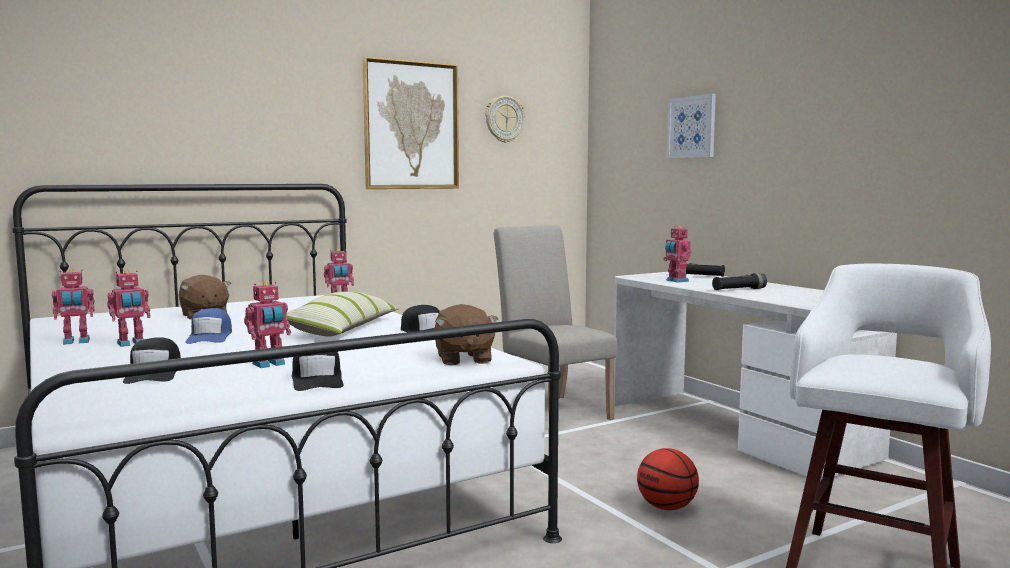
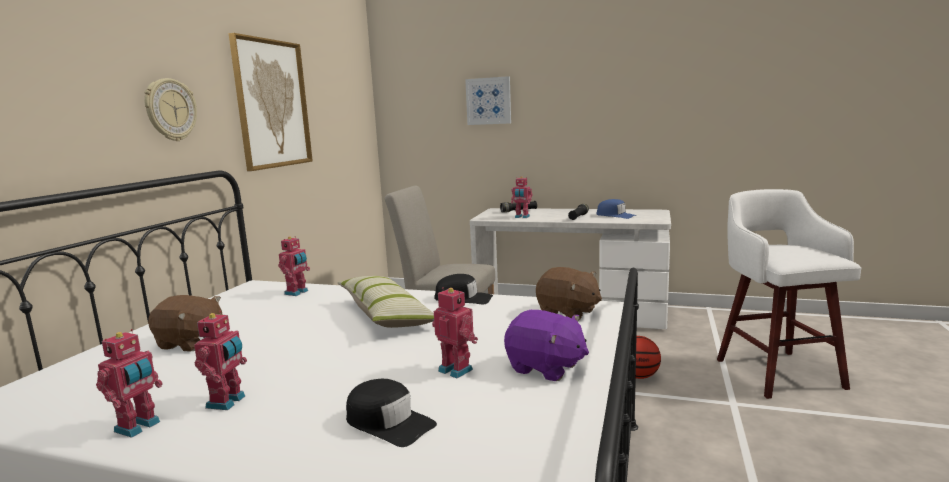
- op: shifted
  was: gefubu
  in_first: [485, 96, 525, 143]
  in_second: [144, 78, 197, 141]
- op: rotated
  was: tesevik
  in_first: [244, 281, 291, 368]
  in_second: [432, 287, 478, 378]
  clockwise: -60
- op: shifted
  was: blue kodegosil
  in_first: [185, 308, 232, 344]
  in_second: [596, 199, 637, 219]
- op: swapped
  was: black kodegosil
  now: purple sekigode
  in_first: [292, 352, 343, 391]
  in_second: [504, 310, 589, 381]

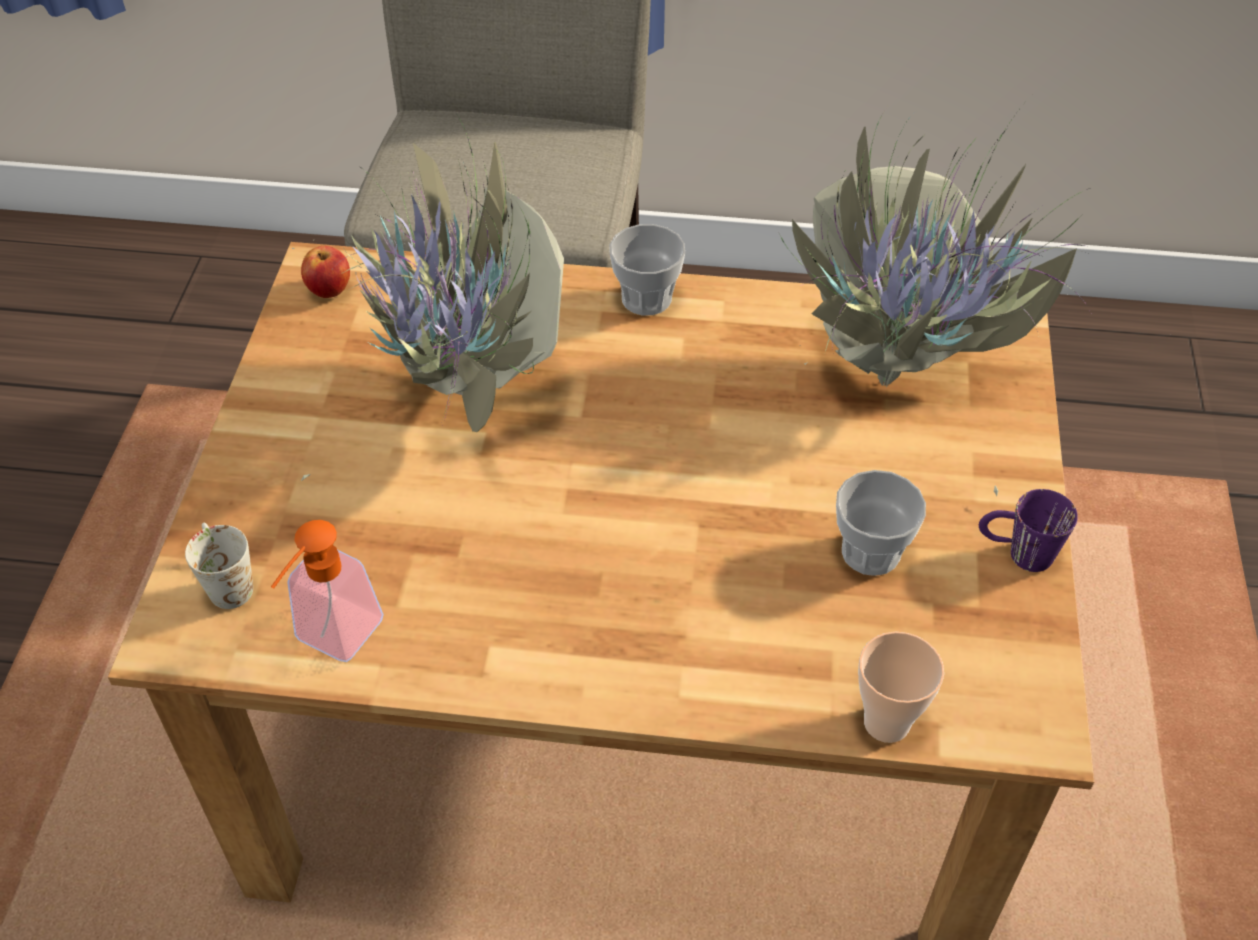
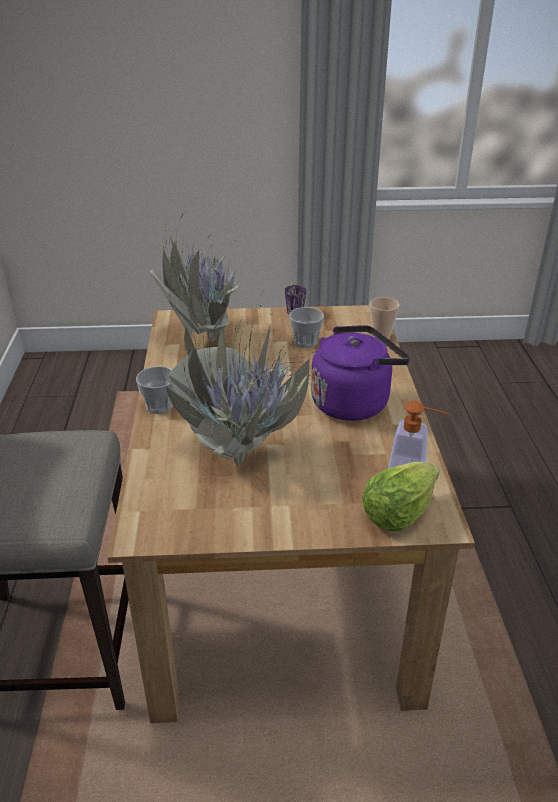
- op: gone
  was: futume
  in_first: [301, 246, 350, 298]
- op: swapped
  was: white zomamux
  now: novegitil
  in_first: [185, 523, 253, 609]
  in_second: [362, 462, 439, 531]
- op: new
  now: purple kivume
  in_second: [311, 325, 410, 421]

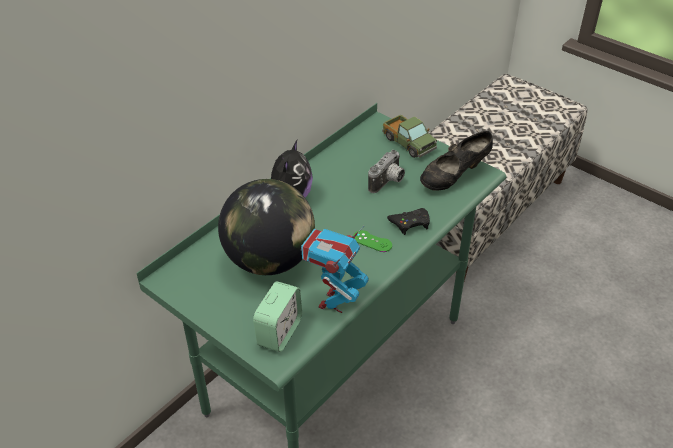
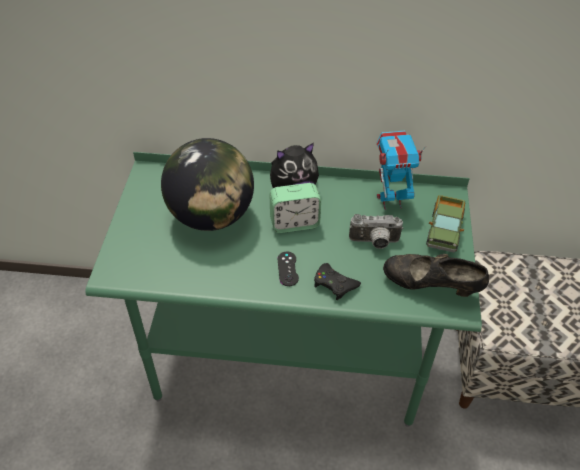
- op: shifted
  was: tesevik
  in_first: [301, 226, 369, 313]
  in_second: [377, 131, 426, 210]
- op: repainted
  was: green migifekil
  now: black migifekil
  in_first: [353, 230, 392, 252]
  in_second: [277, 251, 299, 286]
- op: shifted
  was: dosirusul
  in_first: [253, 281, 302, 352]
  in_second: [270, 183, 321, 233]

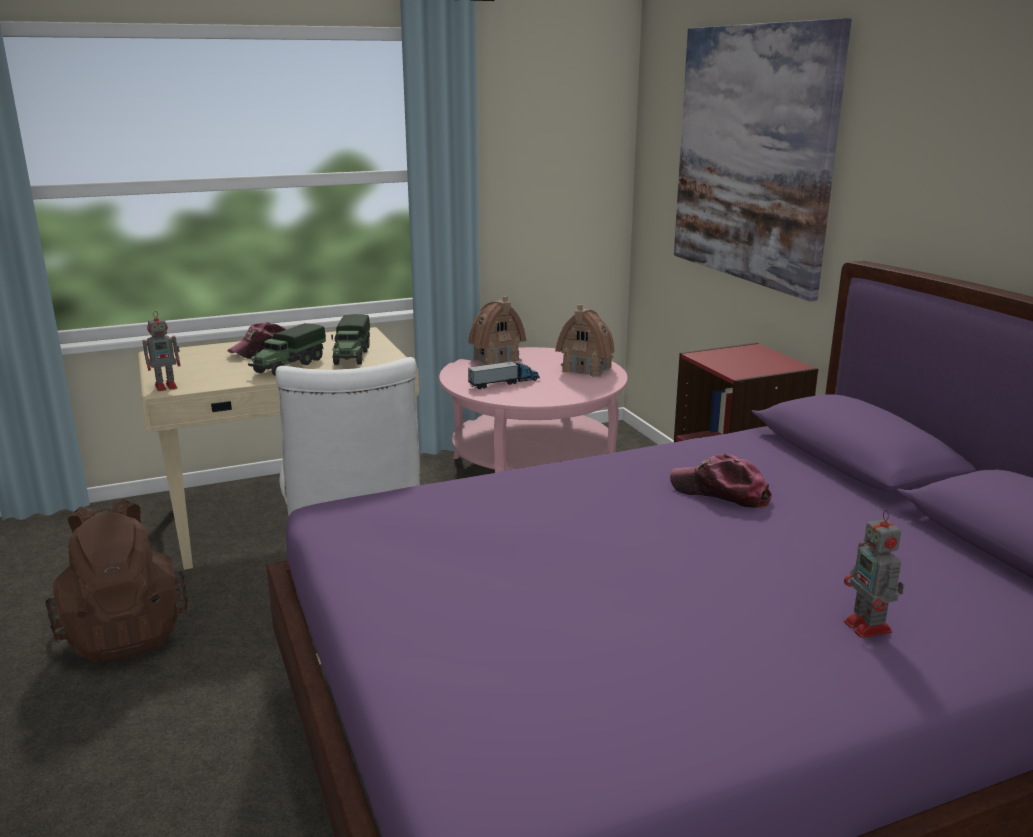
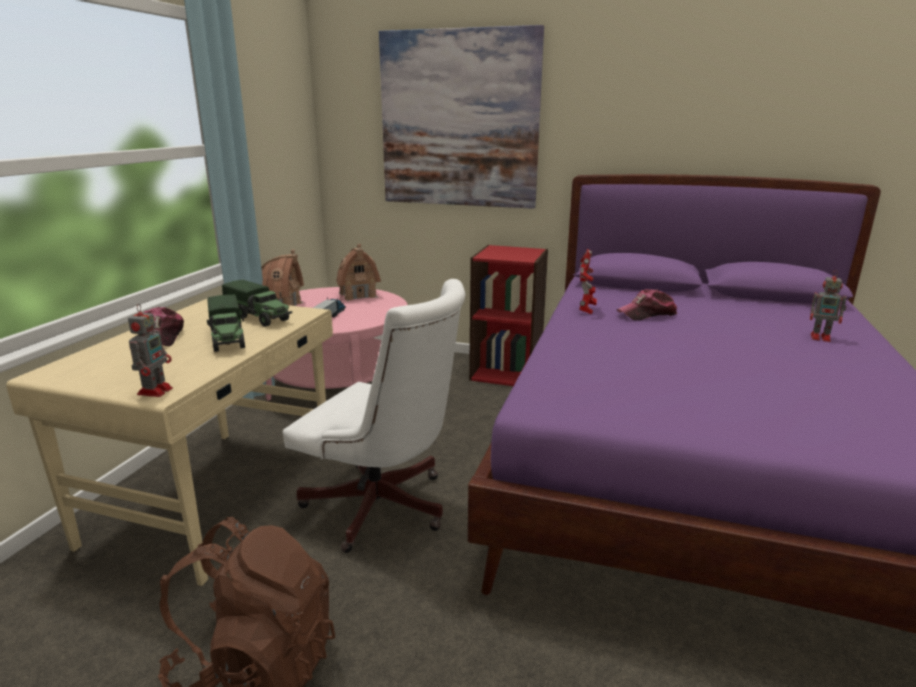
- op: new
  now: tesevik
  in_second: [579, 249, 597, 314]

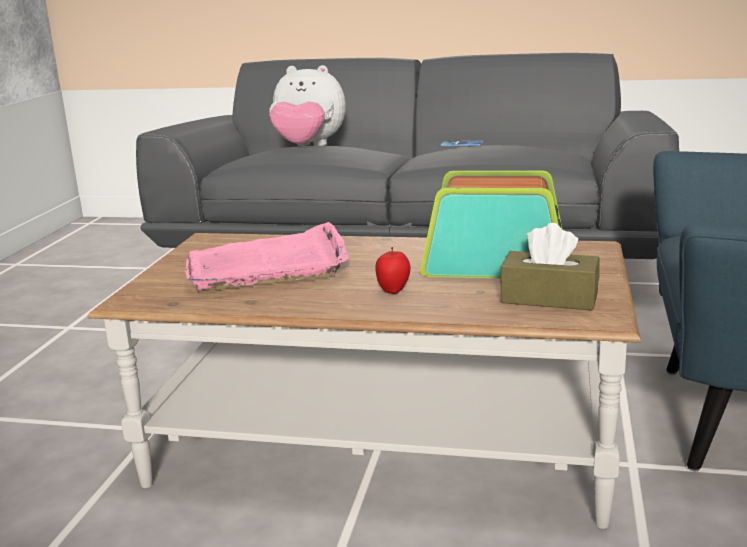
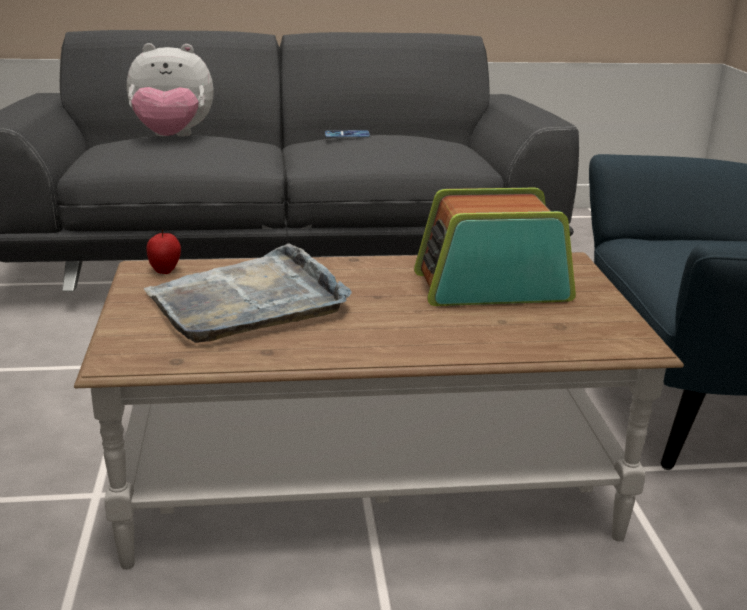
- op: repainted
  was: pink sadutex
  now: grey sadutex
  in_first: [185, 222, 349, 291]
  in_second: [144, 243, 352, 343]
- op: gone
  was: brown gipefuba
  in_first: [500, 223, 600, 310]
- op: shifted
  was: futume
  in_first: [375, 247, 410, 294]
  in_second: [146, 230, 181, 274]

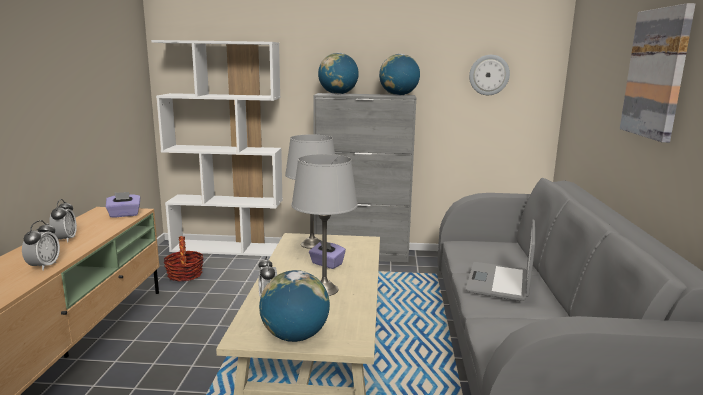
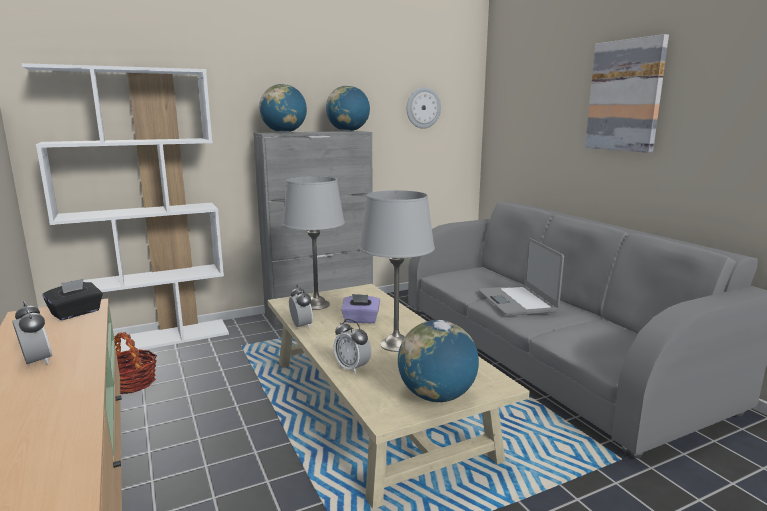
- op: repainted
  was: purple gipefuba
  now: black gipefuba
  in_first: [106, 192, 140, 218]
  in_second: [42, 278, 103, 320]
- op: shifted
  was: dosirusul
  in_first: [22, 220, 60, 271]
  in_second: [289, 284, 313, 329]

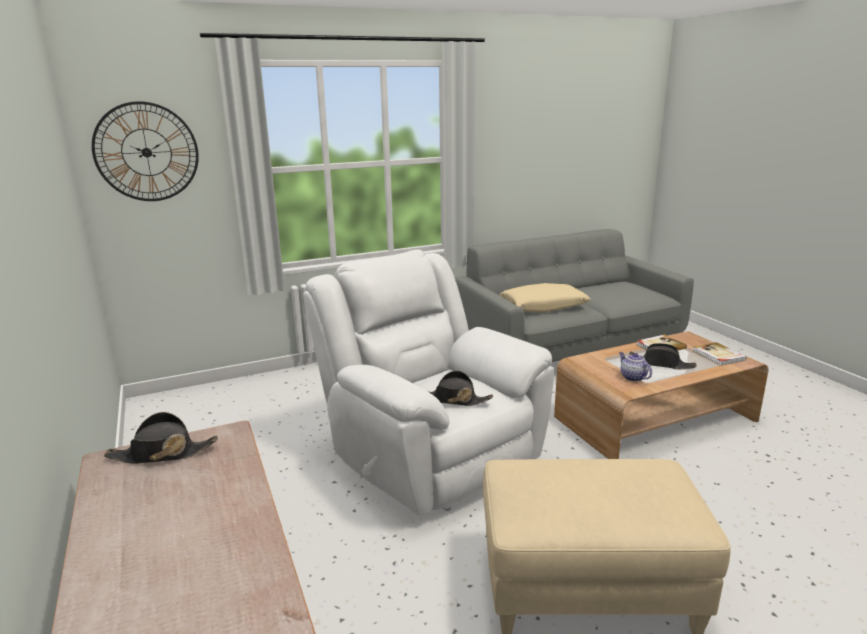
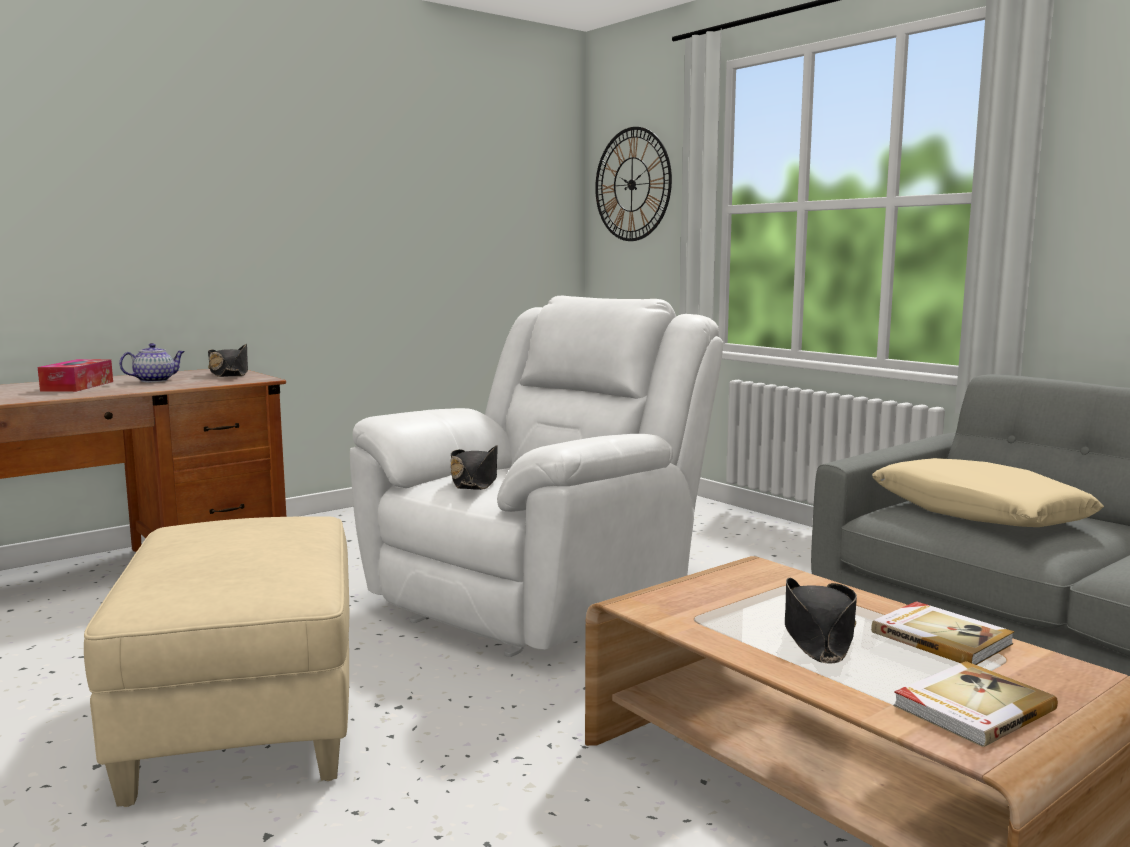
- op: shifted
  was: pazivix
  in_first: [619, 352, 652, 381]
  in_second: [119, 343, 185, 382]
- op: new
  now: gipefuba
  in_second: [38, 359, 113, 392]

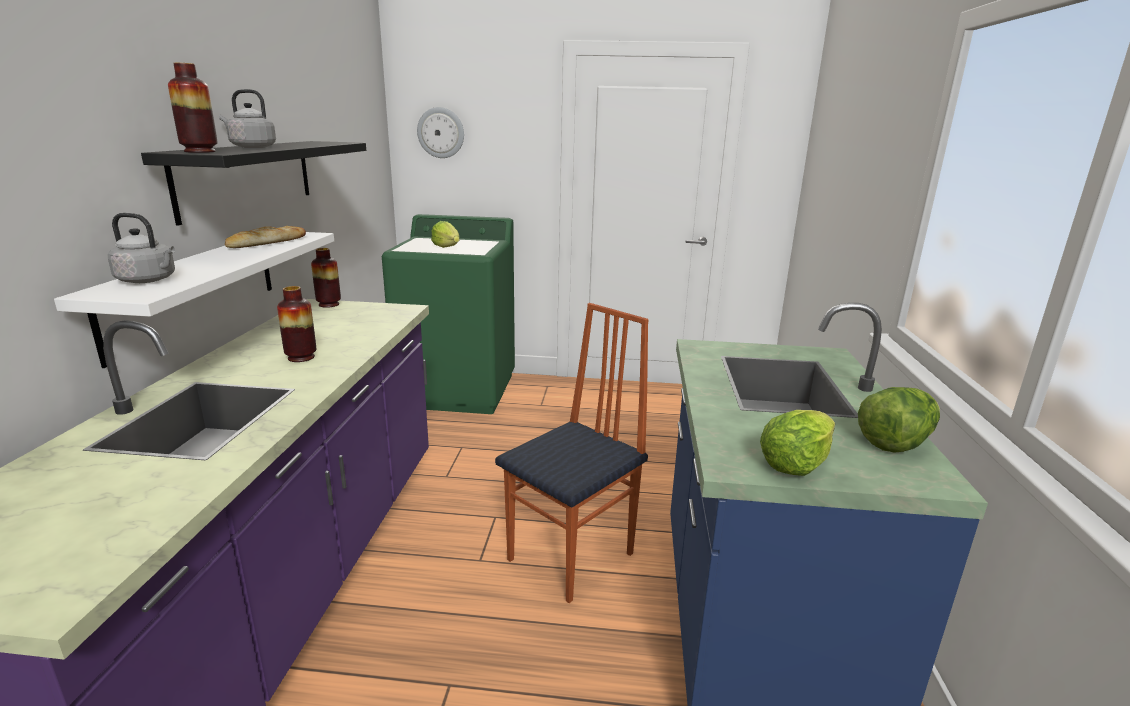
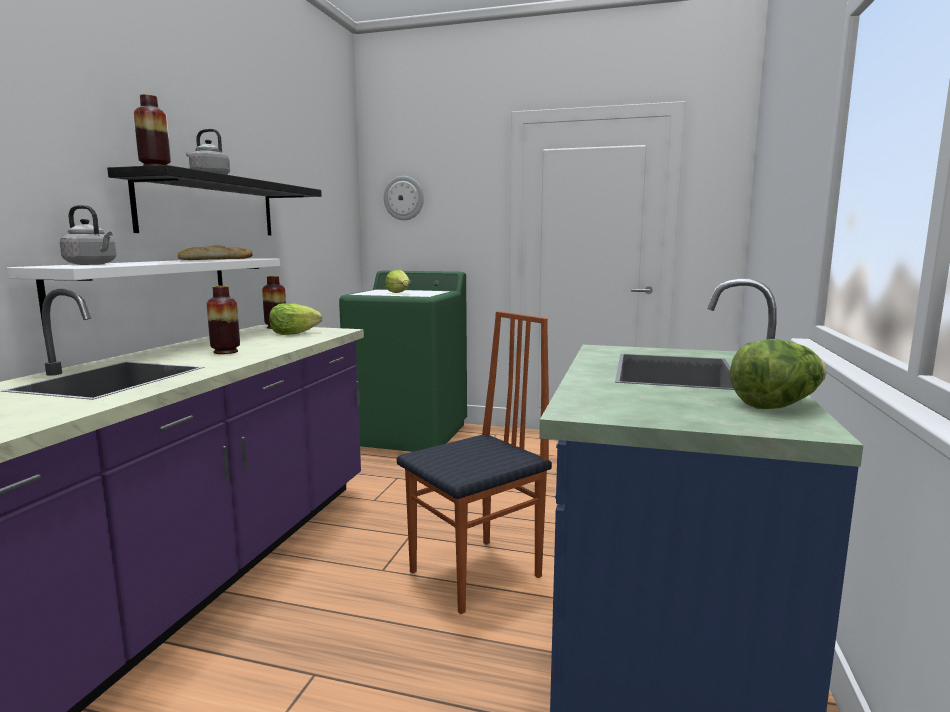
- op: shifted
  was: novegitil
  in_first: [760, 410, 835, 476]
  in_second: [269, 303, 322, 335]

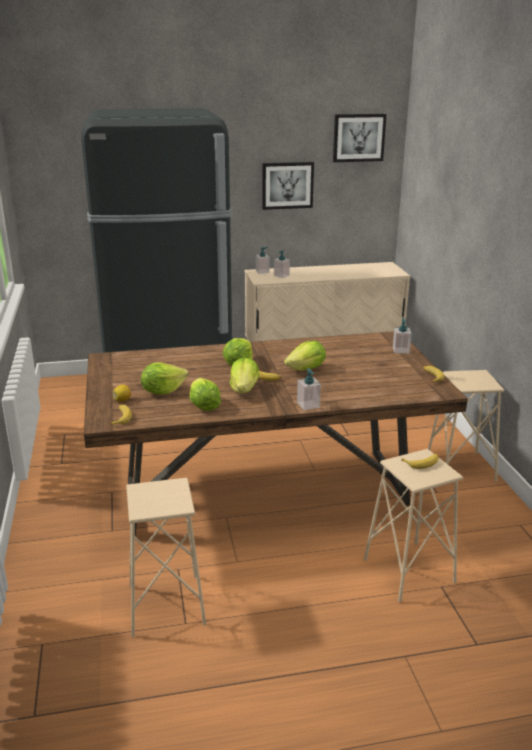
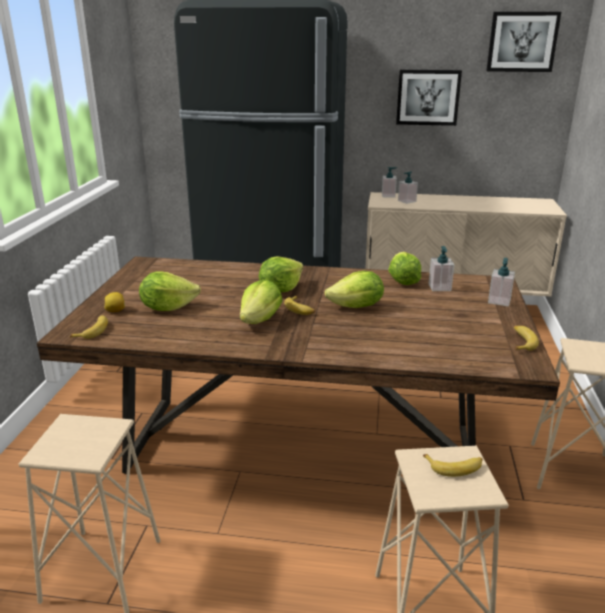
- op: shifted
  was: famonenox
  in_first: [297, 368, 321, 410]
  in_second: [429, 246, 454, 291]
- op: shifted
  was: novegitil
  in_first: [189, 378, 221, 411]
  in_second: [388, 252, 421, 285]

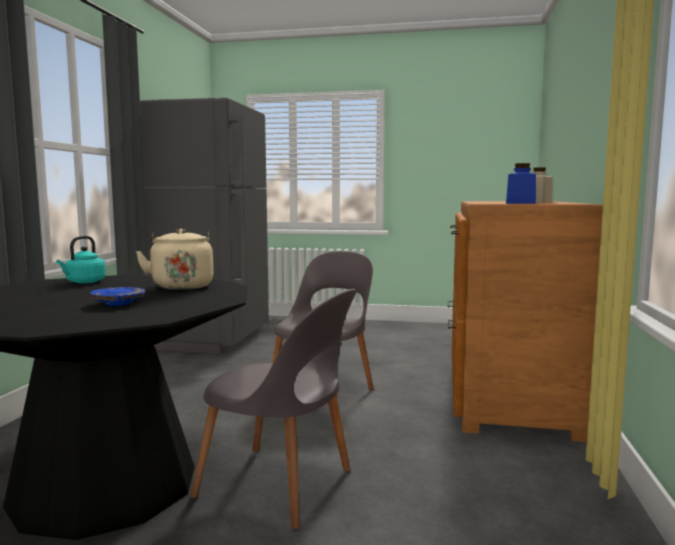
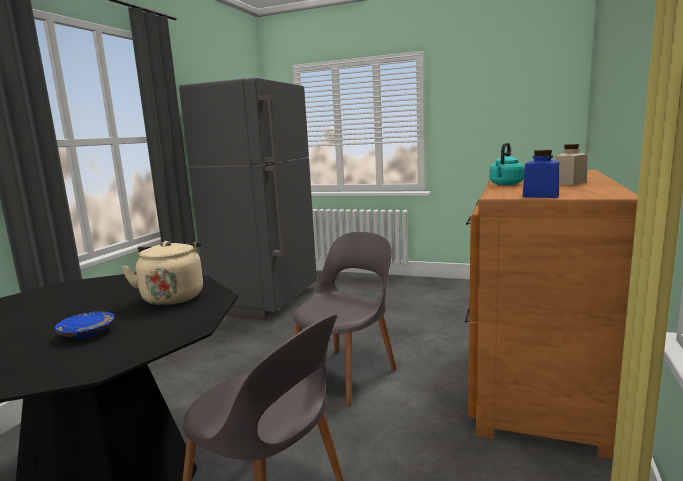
- op: shifted
  was: turquoise kivume
  in_first: [56, 236, 106, 284]
  in_second: [489, 143, 525, 185]

